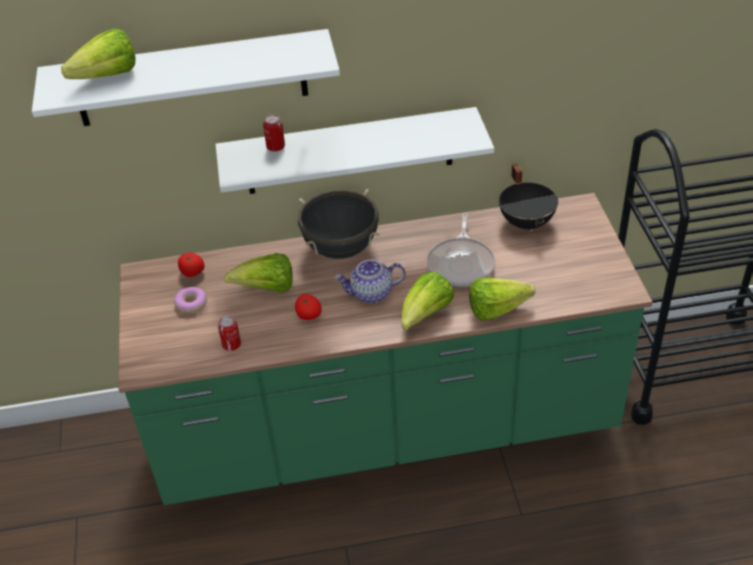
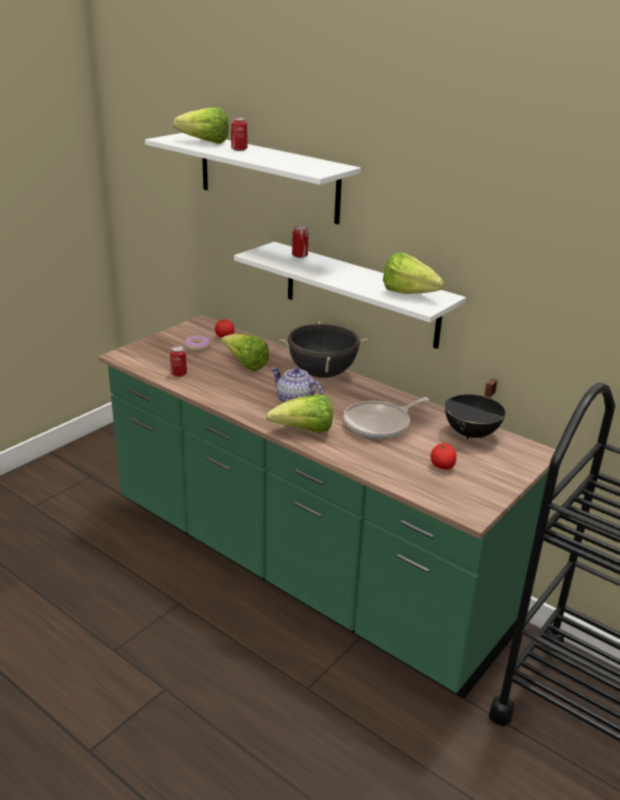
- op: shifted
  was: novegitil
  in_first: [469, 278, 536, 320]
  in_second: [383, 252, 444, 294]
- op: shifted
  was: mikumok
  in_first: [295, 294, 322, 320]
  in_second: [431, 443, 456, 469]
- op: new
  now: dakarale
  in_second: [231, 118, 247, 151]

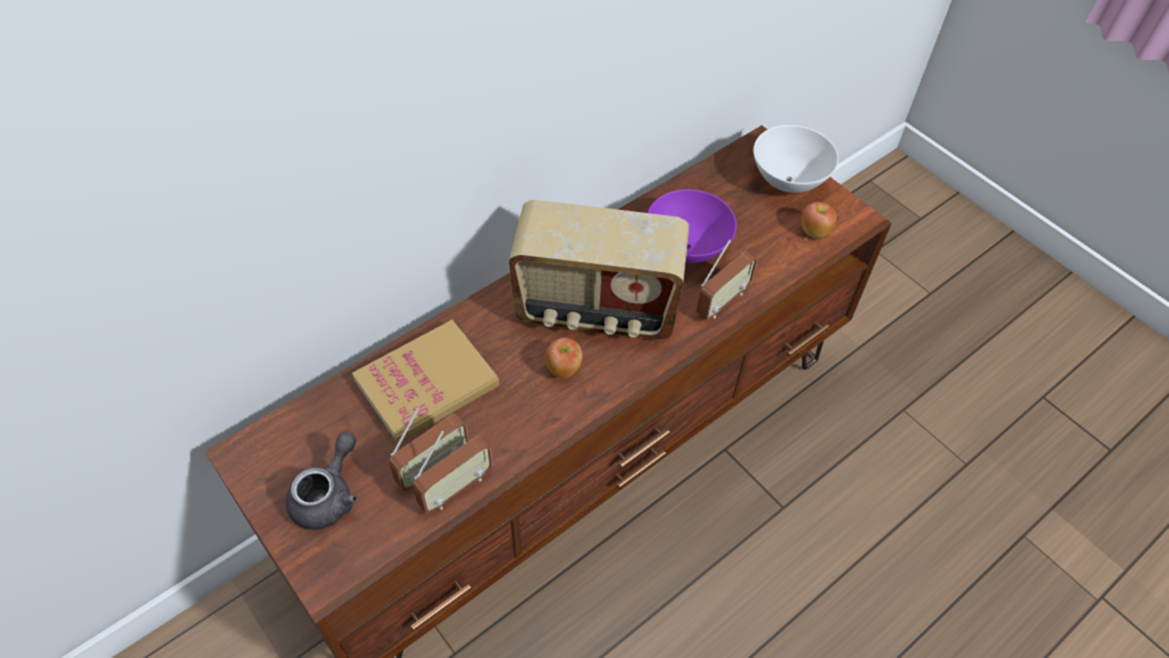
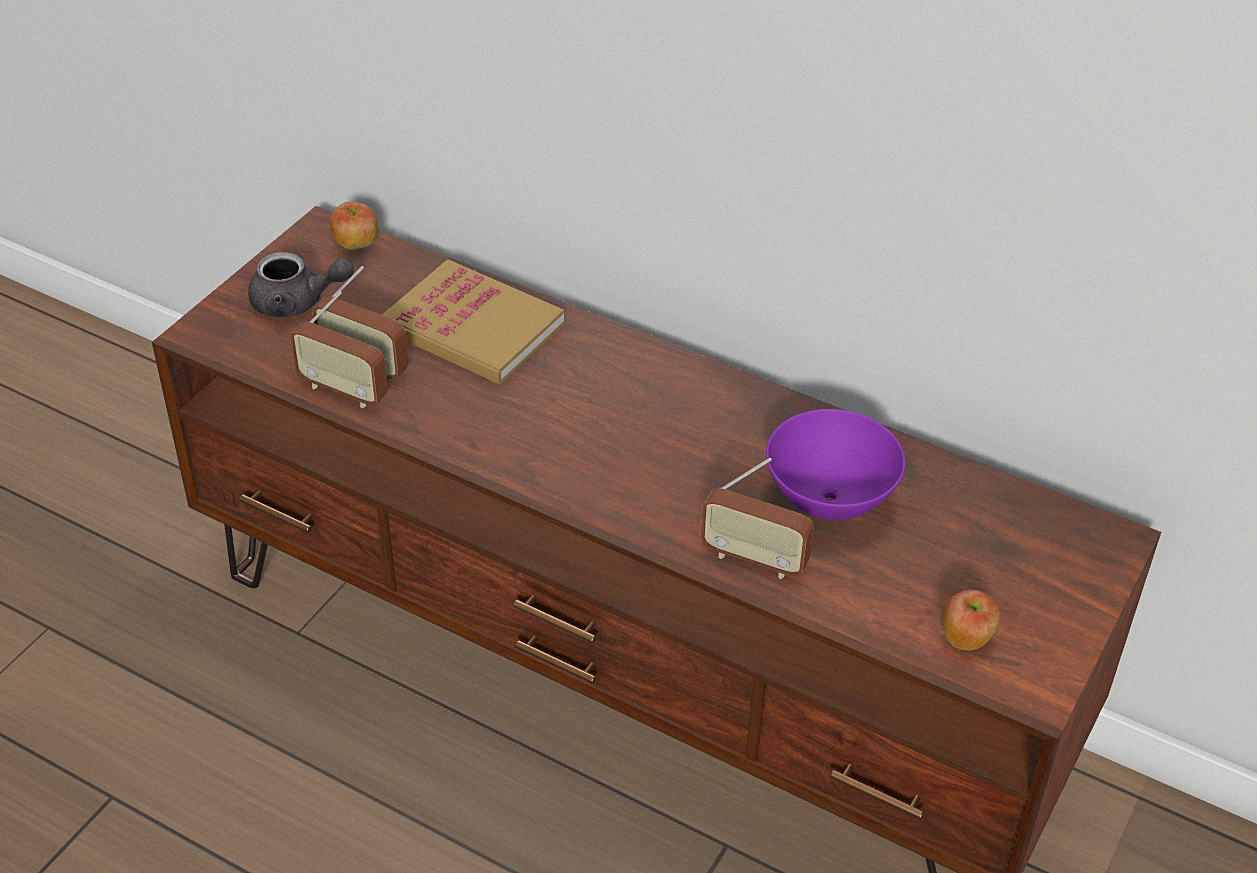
- op: gone
  was: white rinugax
  in_first: [753, 125, 839, 193]
- op: gone
  was: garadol
  in_first: [509, 200, 689, 339]
- op: shifted
  was: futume
  in_first: [545, 338, 582, 378]
  in_second: [330, 202, 378, 250]

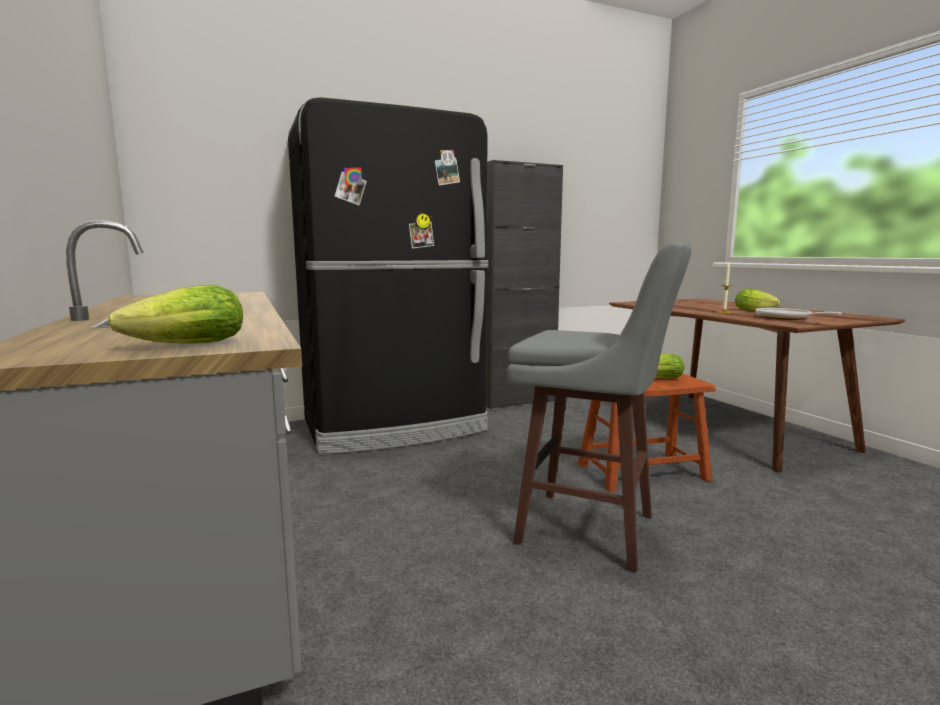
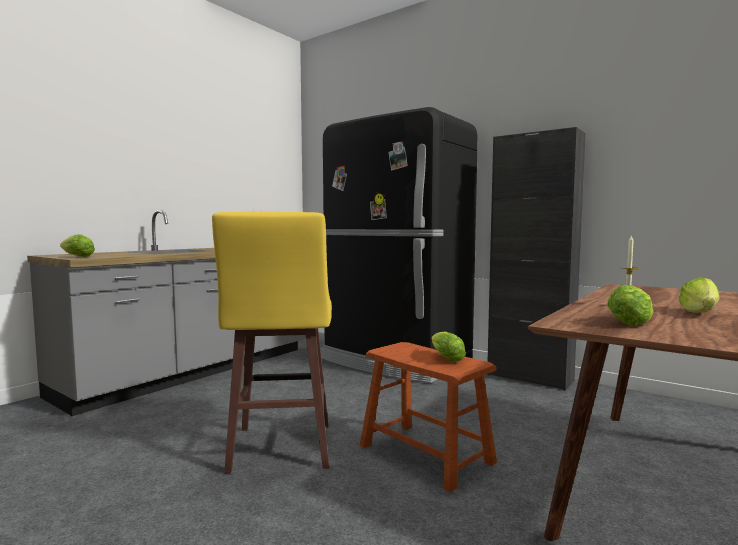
- op: repainted
  was: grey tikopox
  now: yellow tikopox
  in_first: [507, 241, 691, 573]
  in_second: [212, 212, 332, 473]
- op: swapped
  was: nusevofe
  now: novegitil
  in_first: [755, 308, 842, 320]
  in_second: [607, 285, 653, 326]

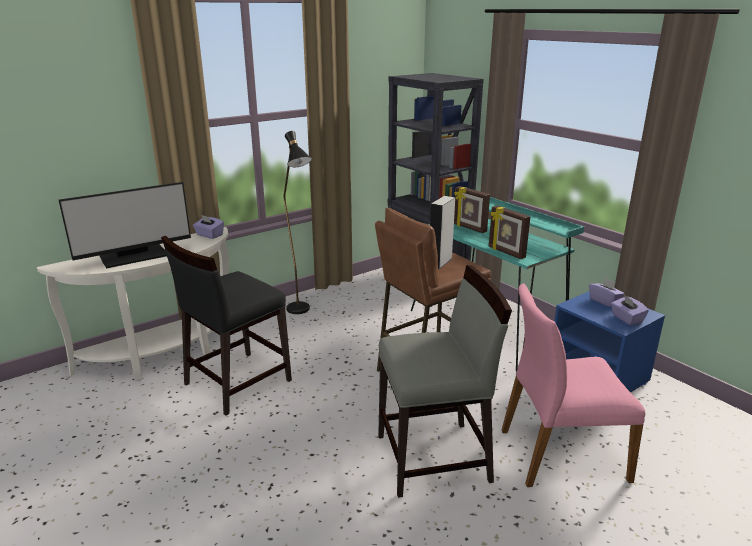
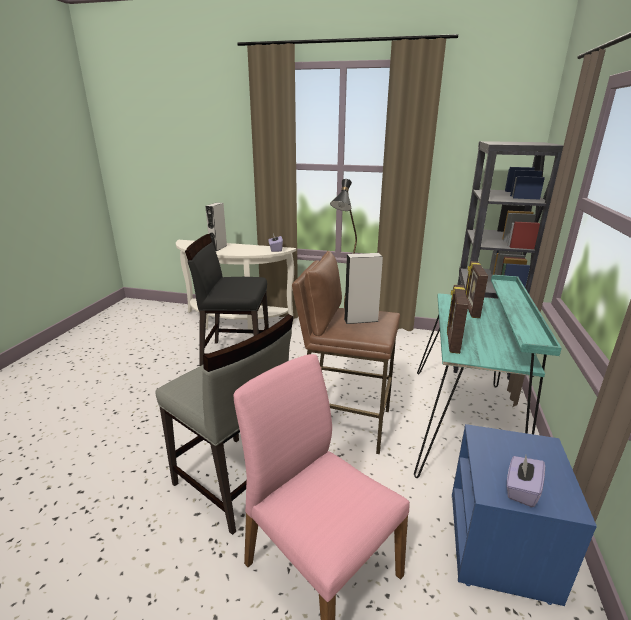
- op: swapped
  was: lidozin
  now: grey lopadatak
  in_first: [59, 182, 191, 269]
  in_second: [205, 202, 227, 251]
- op: gone
  was: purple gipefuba
  in_first: [589, 278, 625, 307]

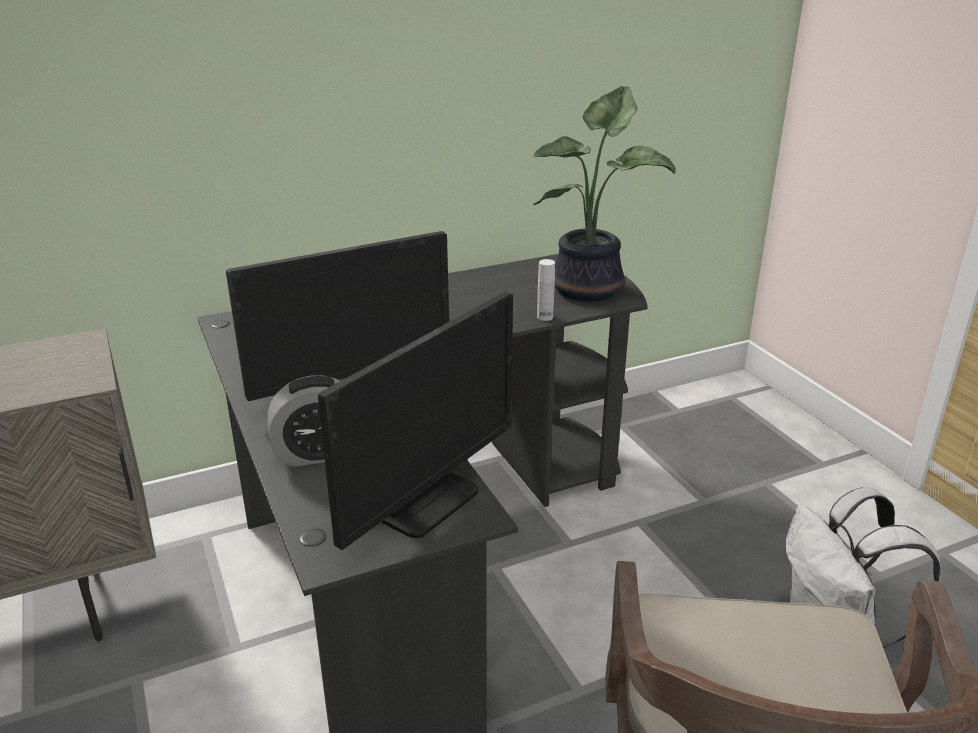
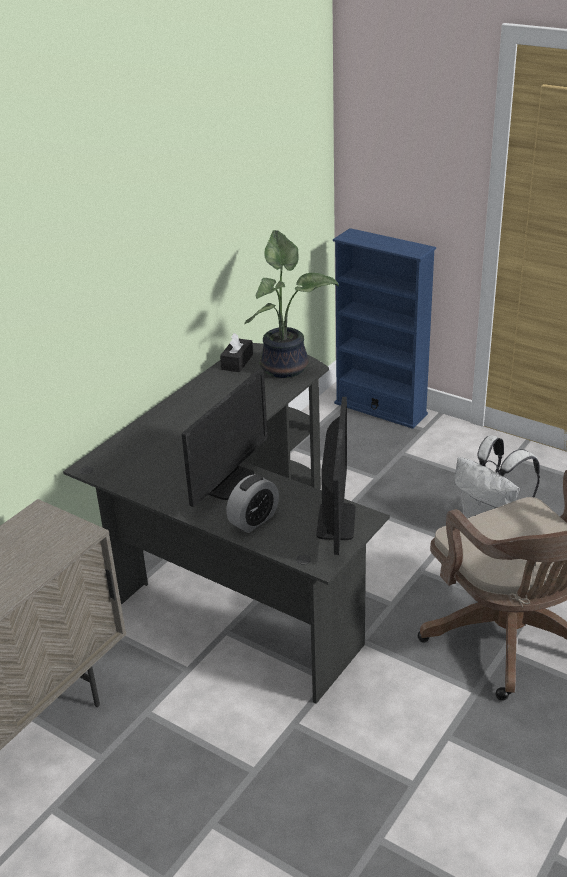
- op: gone
  was: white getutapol
  in_first: [537, 259, 555, 321]
- op: new
  now: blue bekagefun
  in_second: [333, 228, 436, 429]
- op: new
  now: black gipefuba
  in_second: [220, 333, 253, 372]

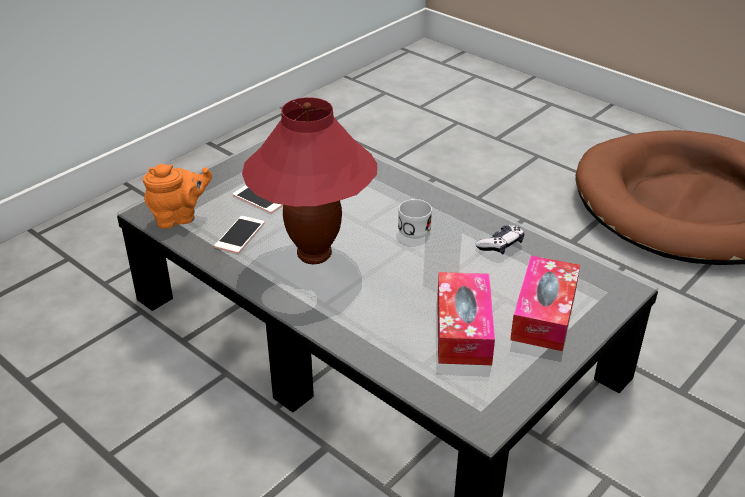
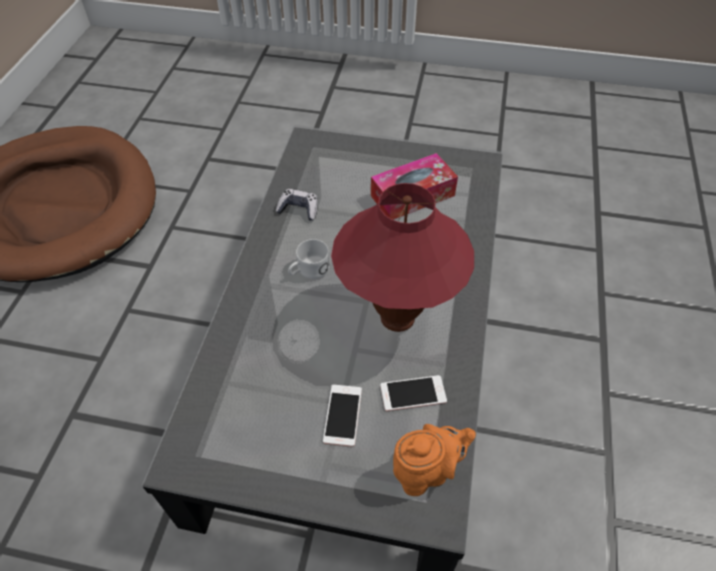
- op: rotated
  was: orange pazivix
  in_first: [143, 164, 212, 229]
  in_second: [393, 424, 476, 496]
  clockwise: 120
- op: gone
  was: gipefuba
  in_first: [510, 256, 580, 351]

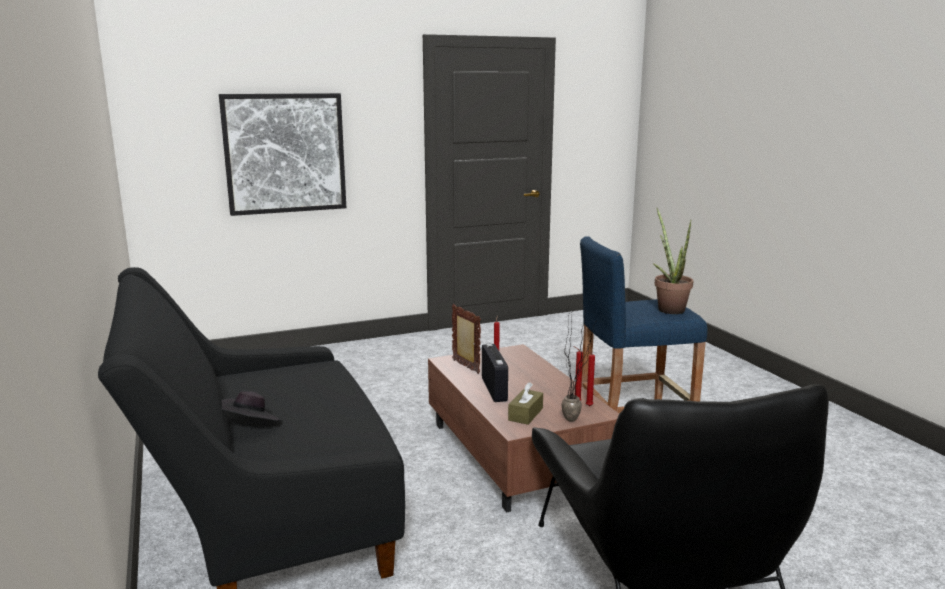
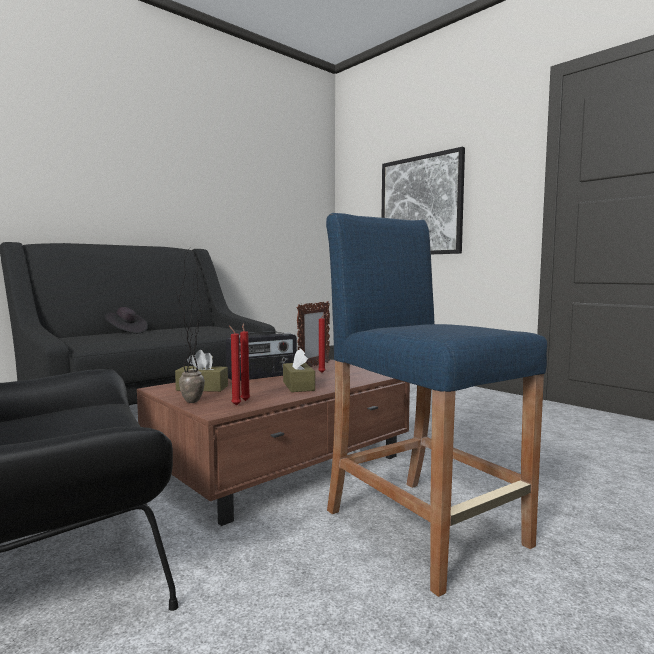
- op: gone
  was: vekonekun
  in_first: [653, 208, 694, 314]
- op: new
  now: brown gipefuba
  in_second: [283, 348, 315, 392]

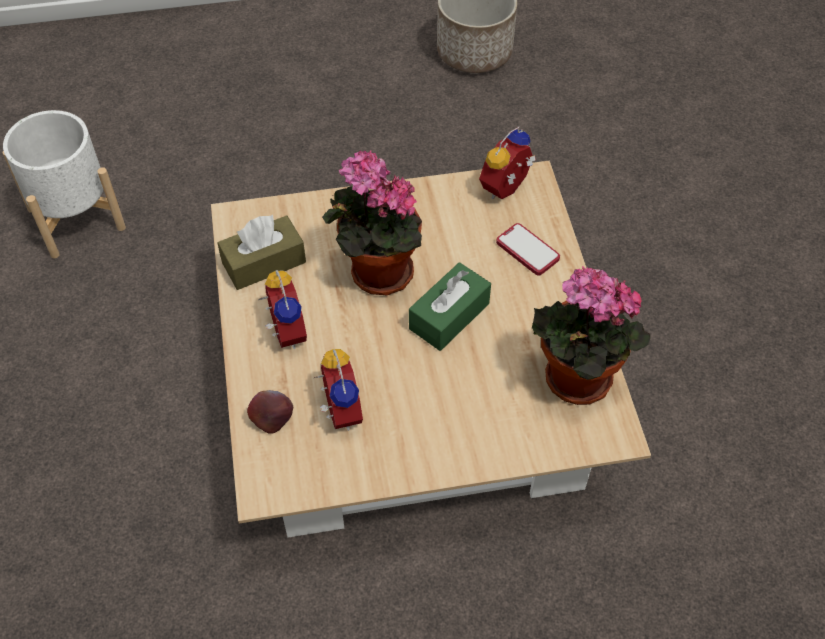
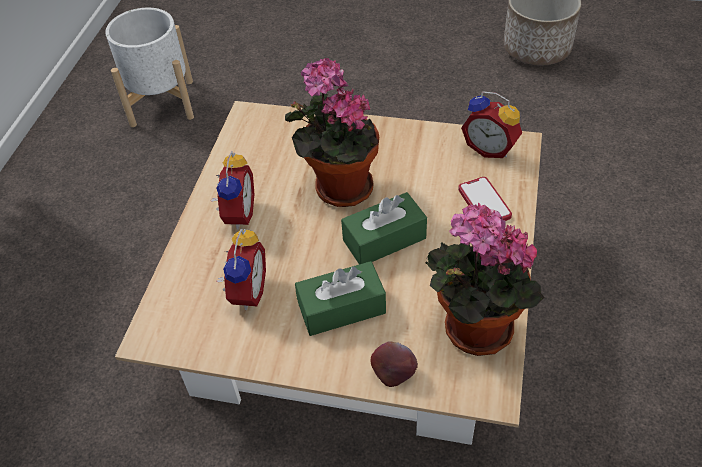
- op: rotated
  was: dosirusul
  in_first: [479, 127, 536, 199]
  in_second: [461, 91, 522, 158]
  clockwise: -120
- op: gone
  was: brown gipefuba
  in_first: [218, 214, 306, 290]
- op: shifted
  was: futume
  in_first: [247, 390, 293, 434]
  in_second: [371, 341, 418, 387]
- op: new
  now: green gipefuba
  in_second: [295, 261, 386, 336]

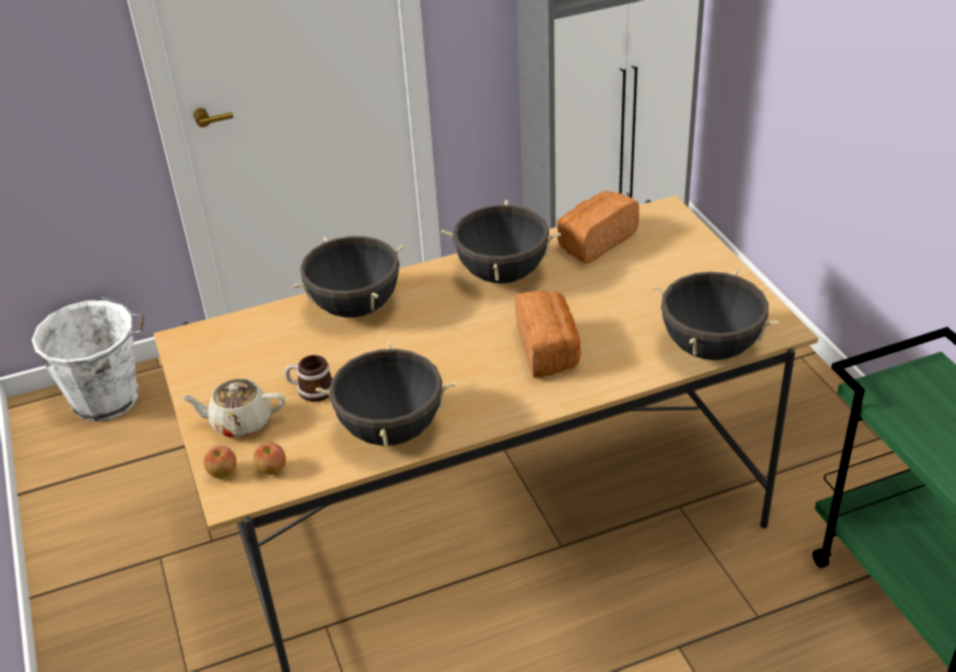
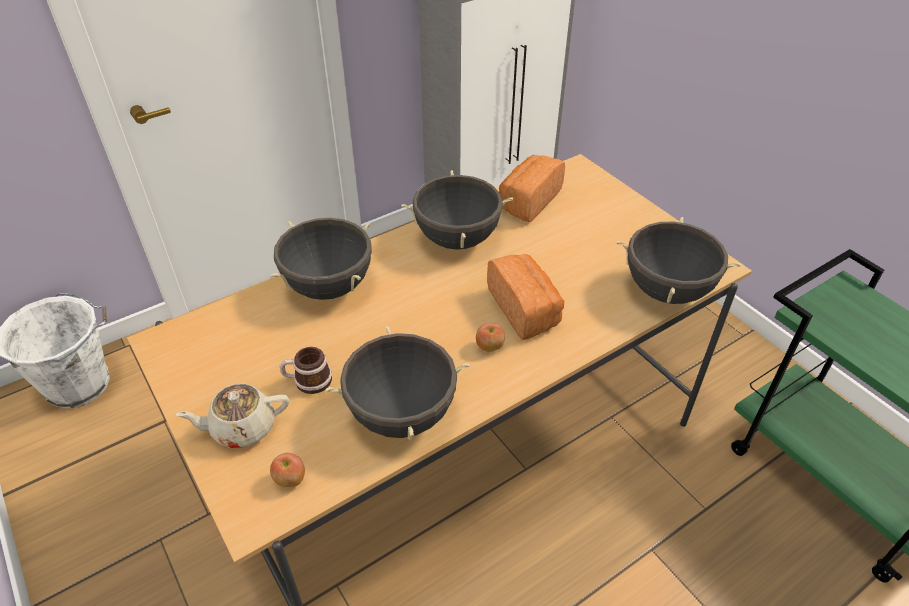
- op: shifted
  was: futume
  in_first: [204, 446, 237, 478]
  in_second: [476, 323, 505, 352]

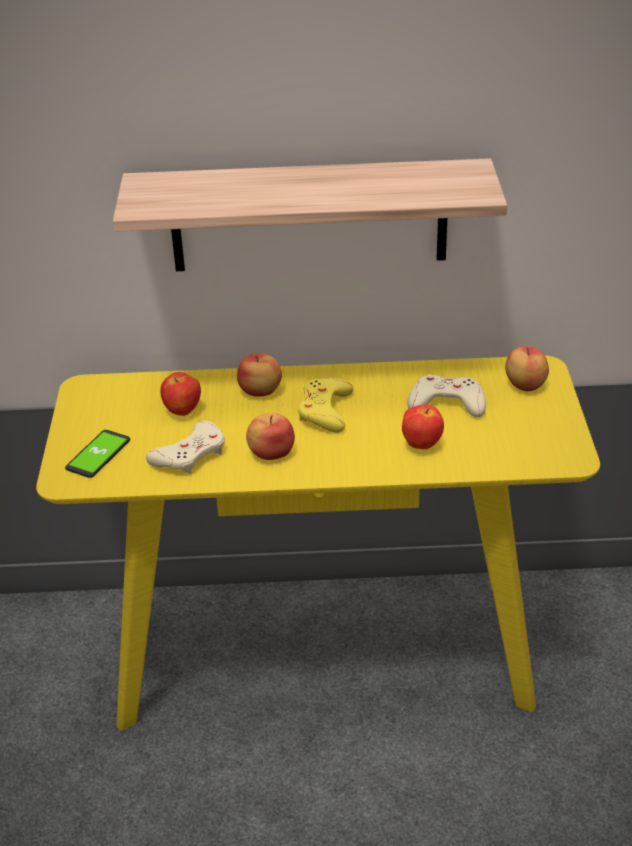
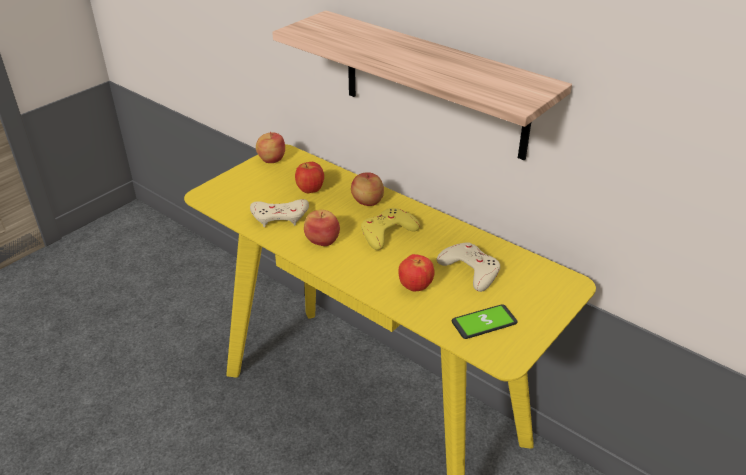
- op: shifted
  was: futume
  in_first: [505, 346, 549, 391]
  in_second: [256, 132, 285, 163]
- op: shifted
  was: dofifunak
  in_first: [65, 430, 130, 478]
  in_second: [452, 304, 517, 339]

